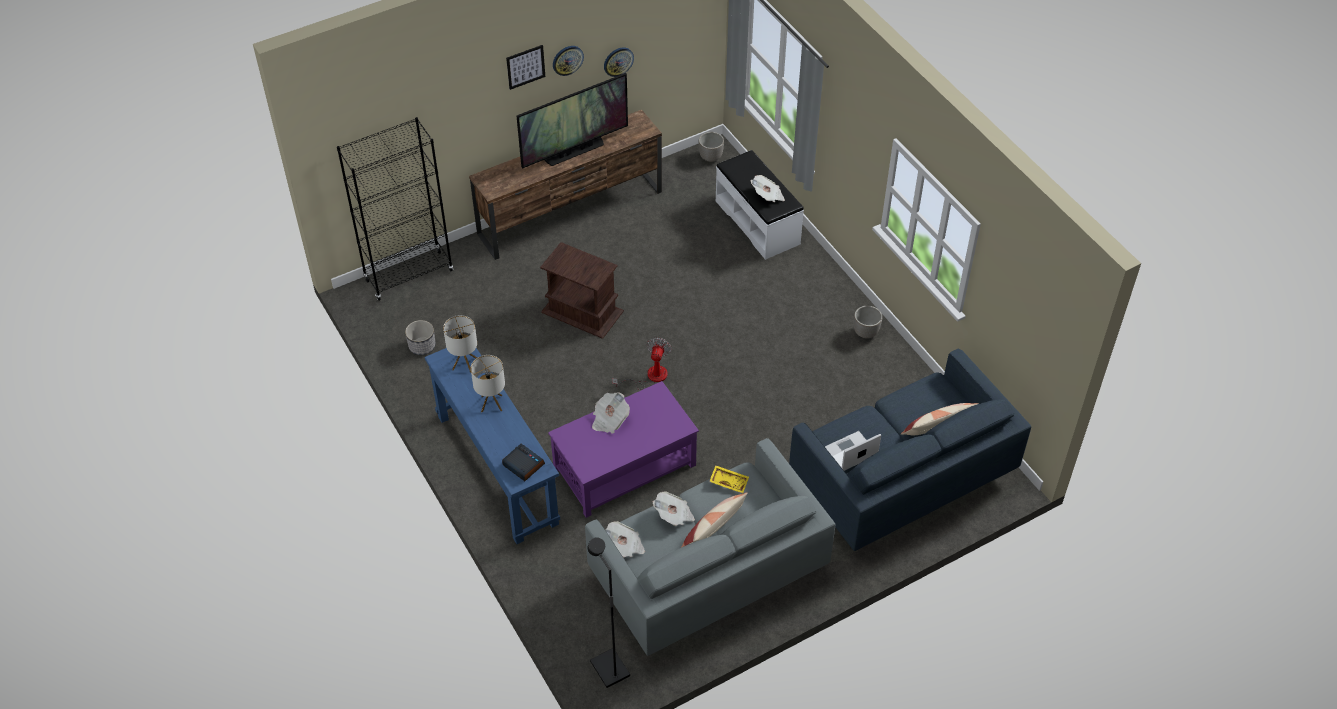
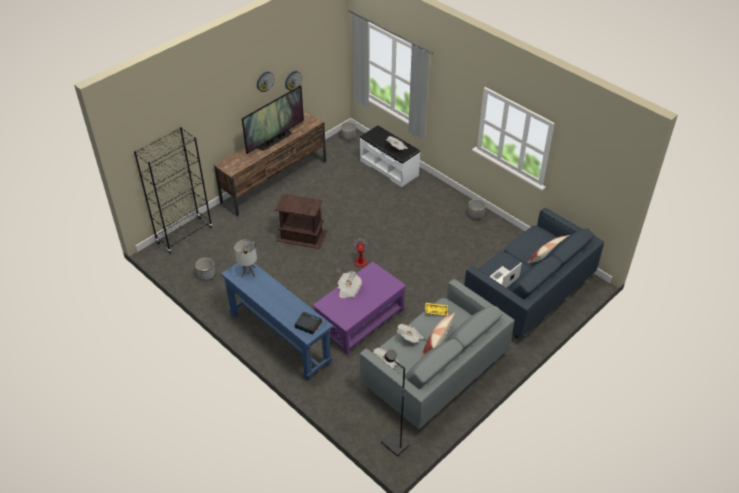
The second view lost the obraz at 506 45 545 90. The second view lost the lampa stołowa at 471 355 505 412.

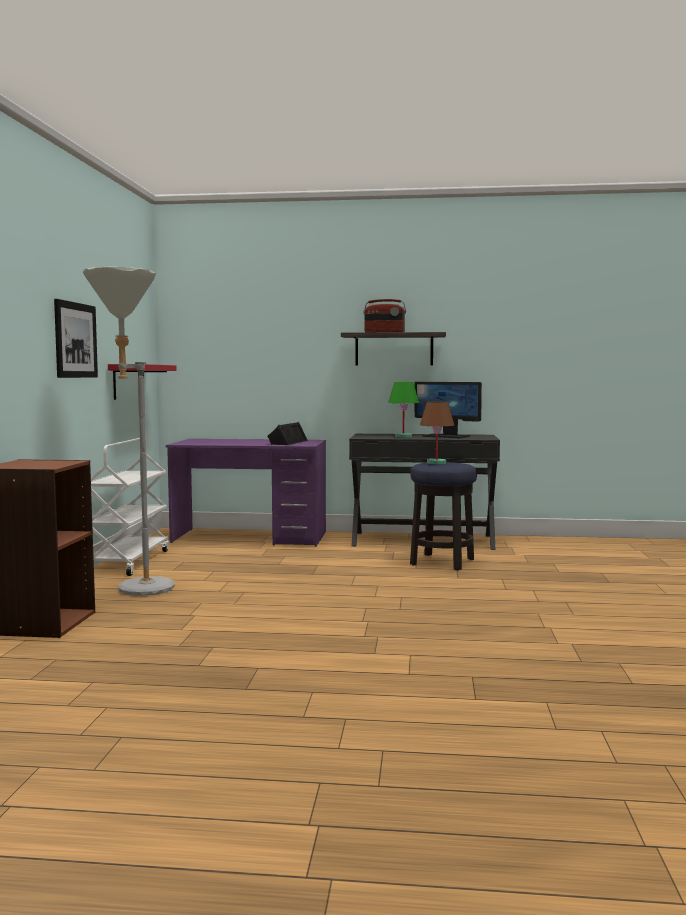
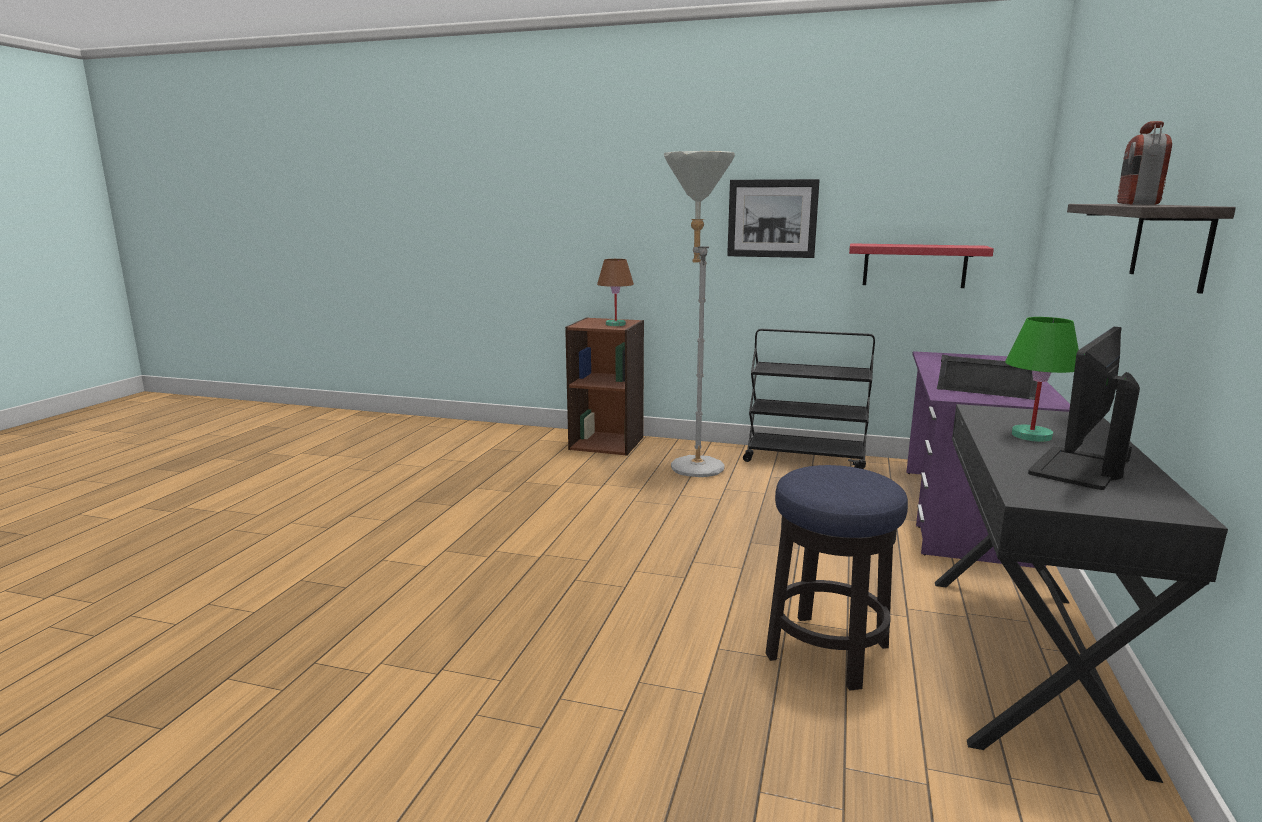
The lampa stołowa/brązowy ended up elsewhere, having gone from 420 402 454 464 to 597 259 634 326. What was the wózek/biały at 91 438 169 576 turned into the wózek/czarny at 743 329 875 469.

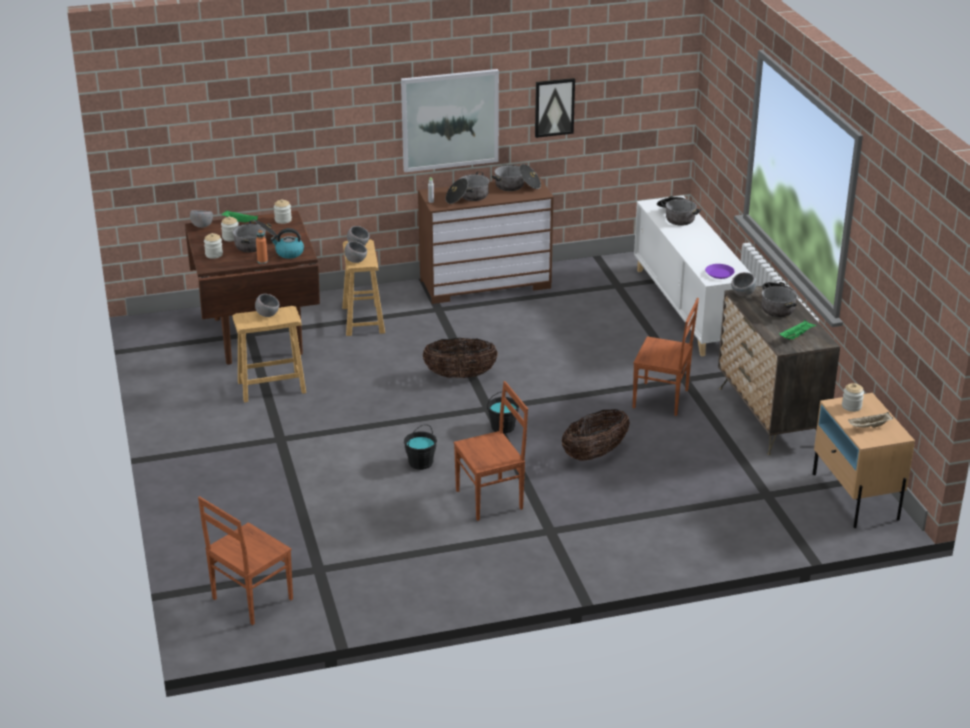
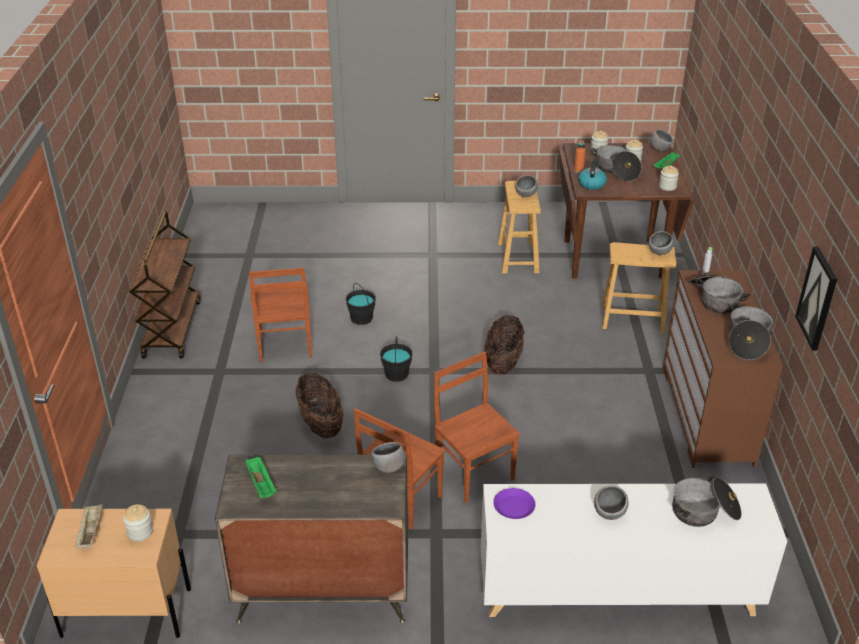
The second view lost the obraz at 401 69 499 172. The miska/szary ended up elsewhere, having gone from 344 241 367 263 to 594 486 629 520. The second view lost the garnek at 762 282 798 317. The krzesło/brązowy ended up elsewhere, having gone from 198 496 293 625 to 434 352 520 503. The second view gained the wózek/brązowy at 129 211 201 359.

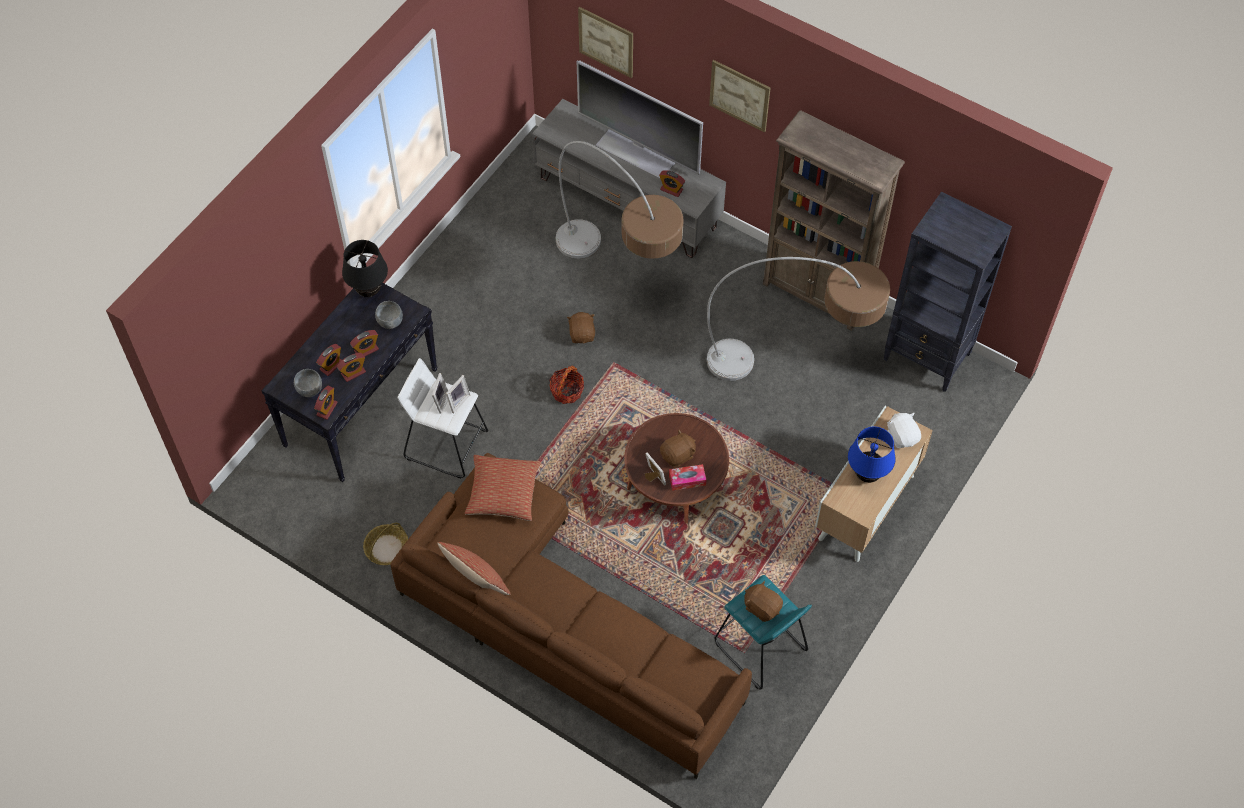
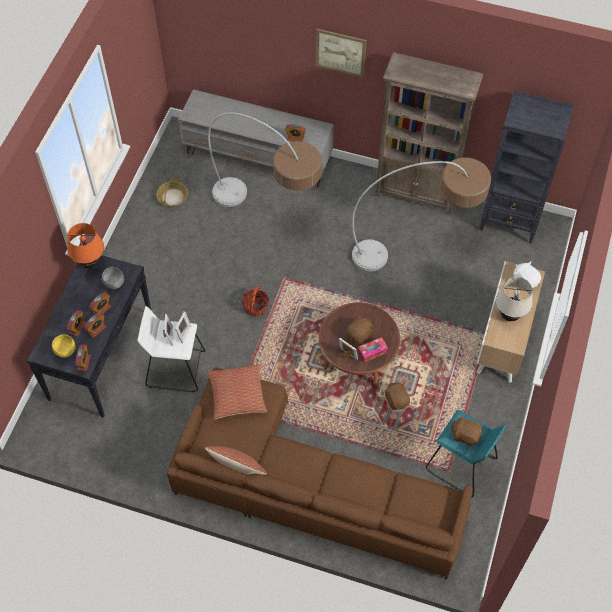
The second view lost the obraz at 578 7 633 78. The second view lost the telewizor at 577 60 703 178. What was the lampa stołowa/czarny at 342 240 388 297 turned into the lampa stołowa/pomarańczowy at 67 223 104 269. The pluszak/brązowy ended up elsewhere, having gone from 567 312 595 343 to 384 383 410 410. What was the miska/szary at 294 369 322 397 turned into the miska/żółty at 52 335 75 358. What was the lampa stołowa/niebieski at 848 427 896 483 turned into the lampa stołowa/beżowy at 496 277 533 321. The koszyk ended up elsewhere, having gone from 363 523 408 565 to 157 176 188 207.

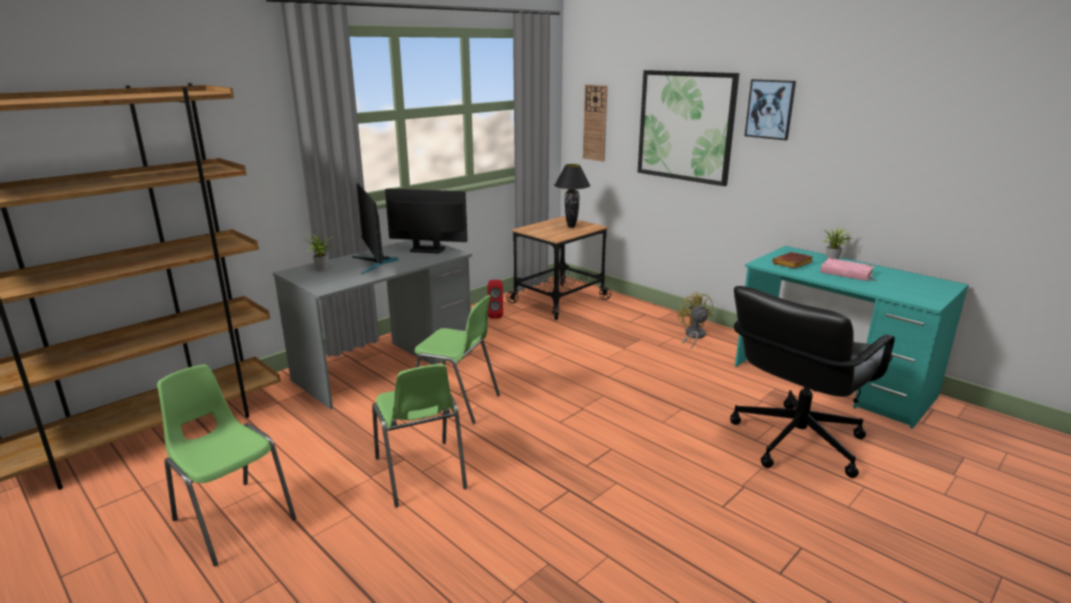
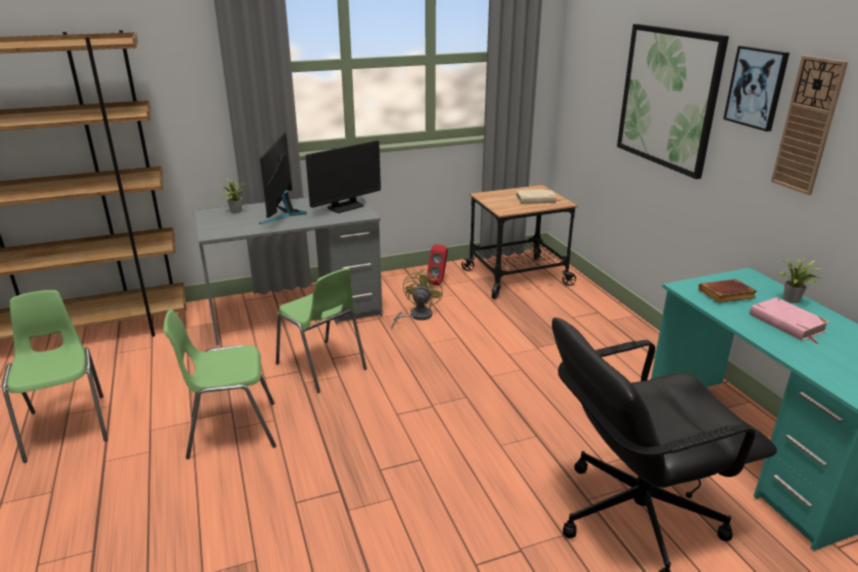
The zegar ścienny ended up elsewhere, having gone from 583 84 608 162 to 771 55 848 195. Where the lampa stołowa/czarny stood at 554 164 591 228, the książka/beżowy came to stand at 515 189 559 204. The monitor at 385 188 468 254 ended up facing another way, 105 degrees clockwise from before. The wentylator/żółty ended up elsewhere, having gone from 677 291 713 349 to 391 269 443 329. The krzesło/zielony at 372 364 467 507 ended up facing another way, 75 degrees clockwise from before.

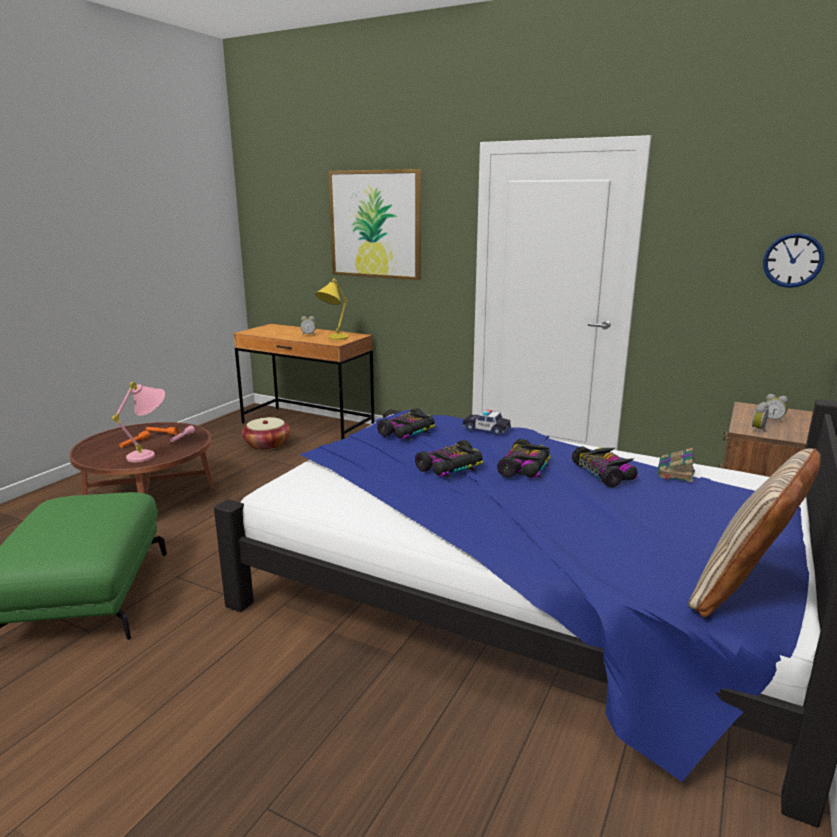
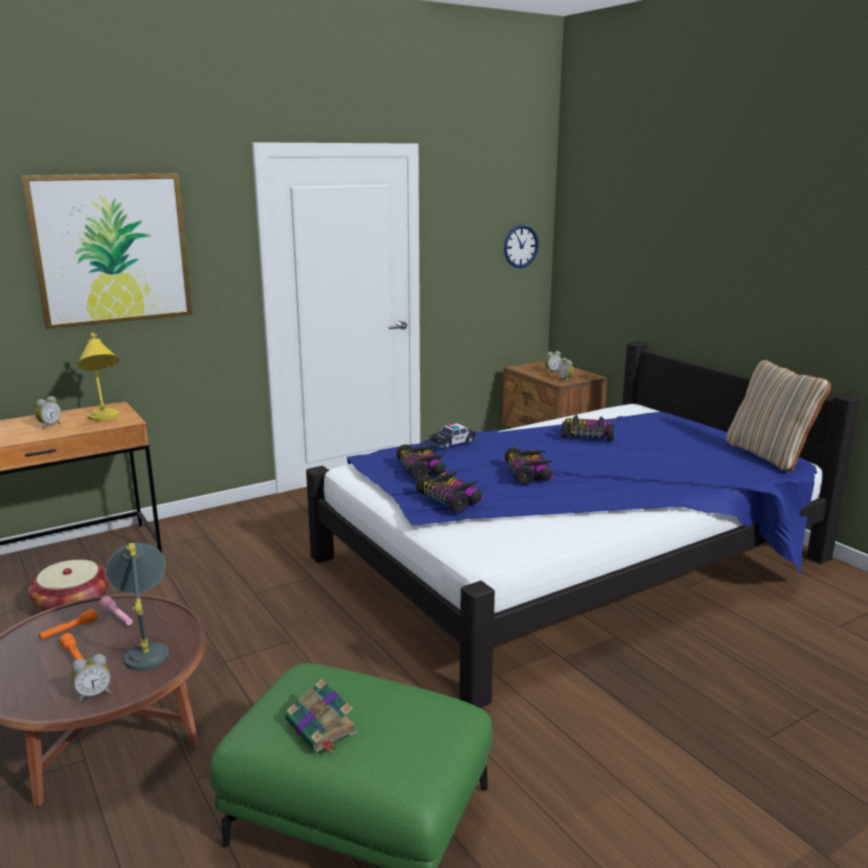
What was the lampa stołowa/różowy at 112 382 165 462 turned into the lampa stołowa/szary at 106 543 169 671. The samochodzik ended up elsewhere, having gone from 497 439 551 478 to 416 472 483 513. The książka ended up elsewhere, having gone from 658 448 695 482 to 285 678 358 753. The second view gained the budzik at 72 654 111 702.

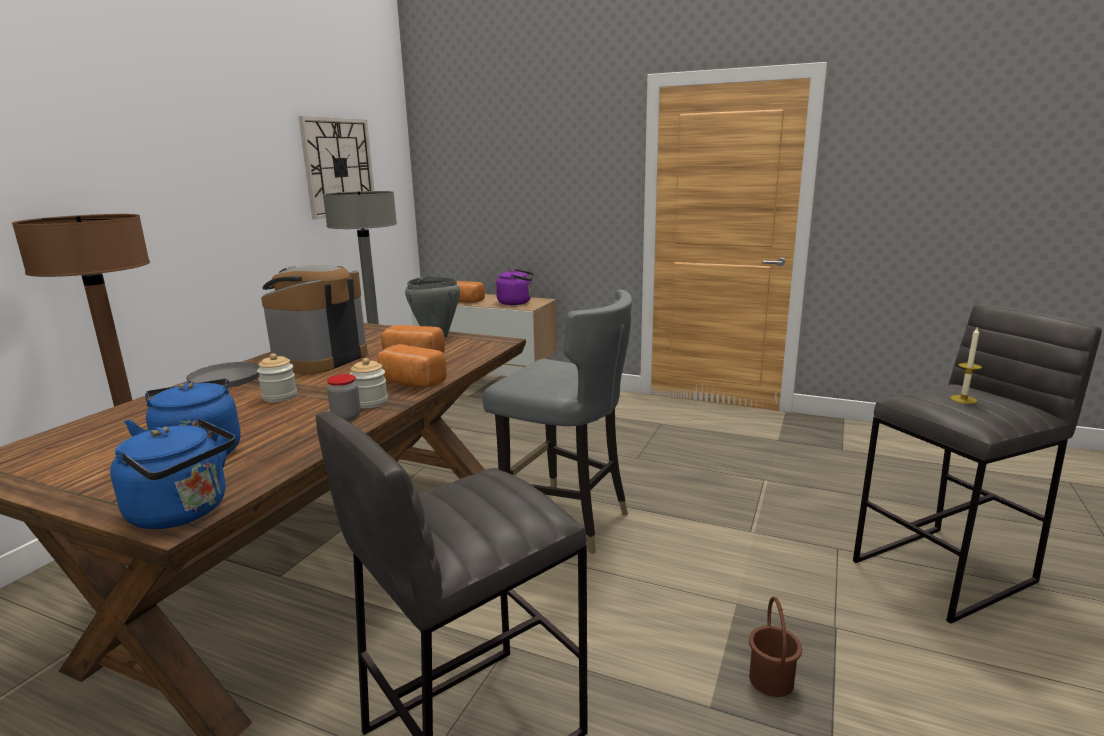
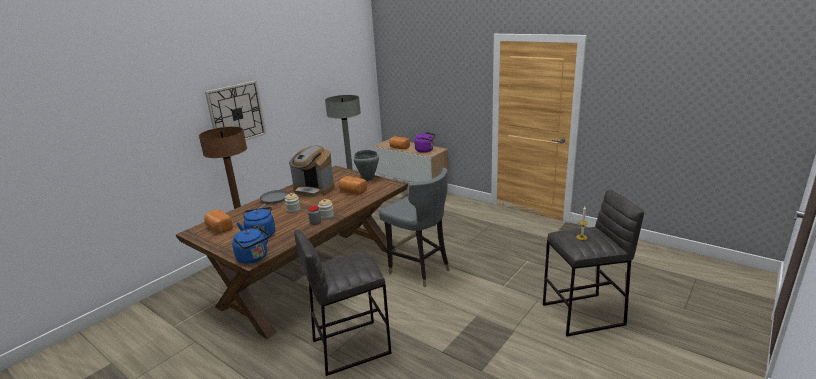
The zegar ścienny ended up elsewhere, having gone from 299 116 374 219 to 205 81 266 141. The ekspres do kawy at 261 265 368 374 ended up facing another way, 105 degrees counterclockwise from before. The chleb ended up elsewhere, having gone from 377 344 447 388 to 204 209 233 233. The second view lost the wiadro/brązowy at 749 597 802 697.

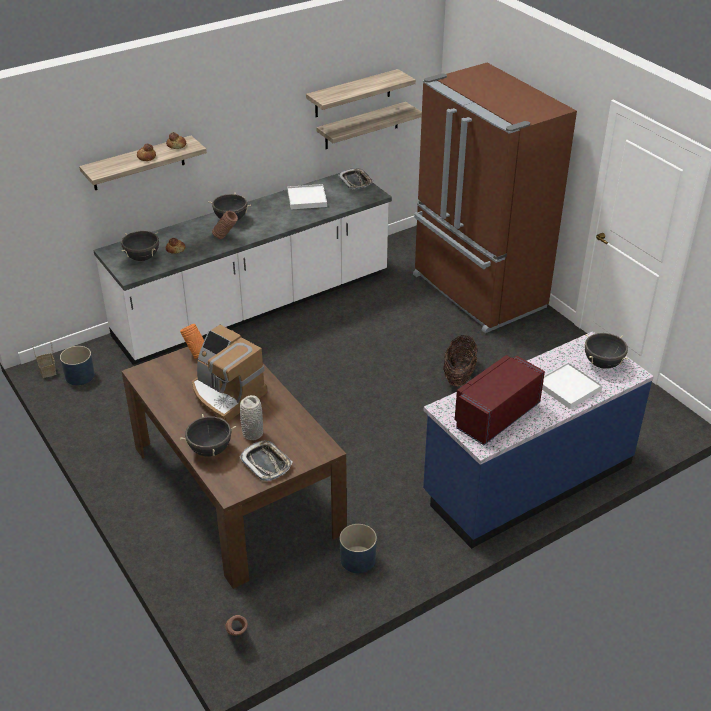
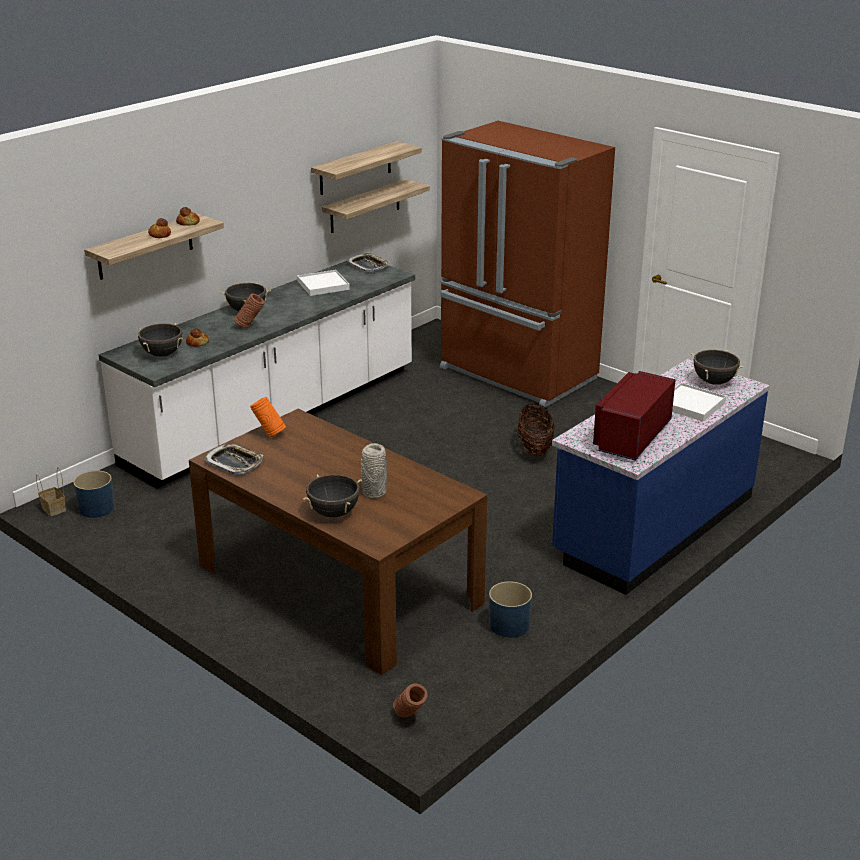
The second view lost the ekspres do kawy at 192 325 267 422. The taca ended up elsewhere, having gone from 240 441 293 481 to 204 443 263 474.

